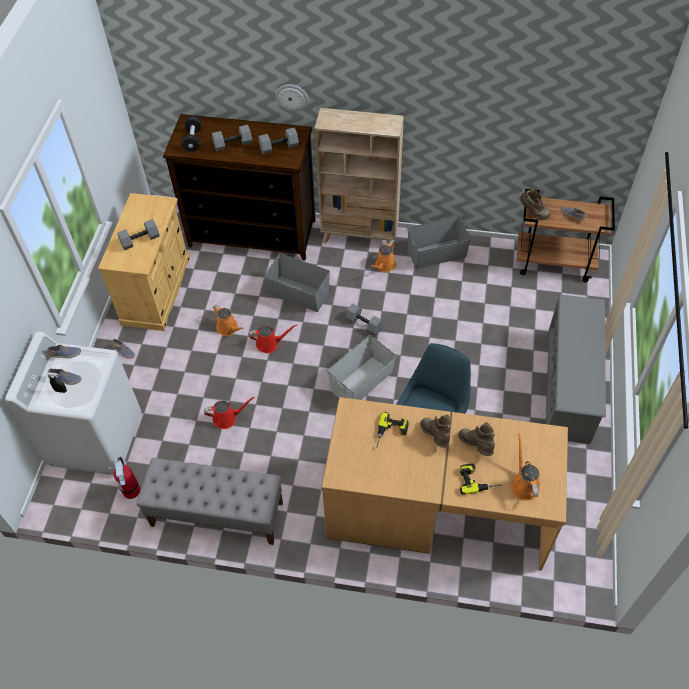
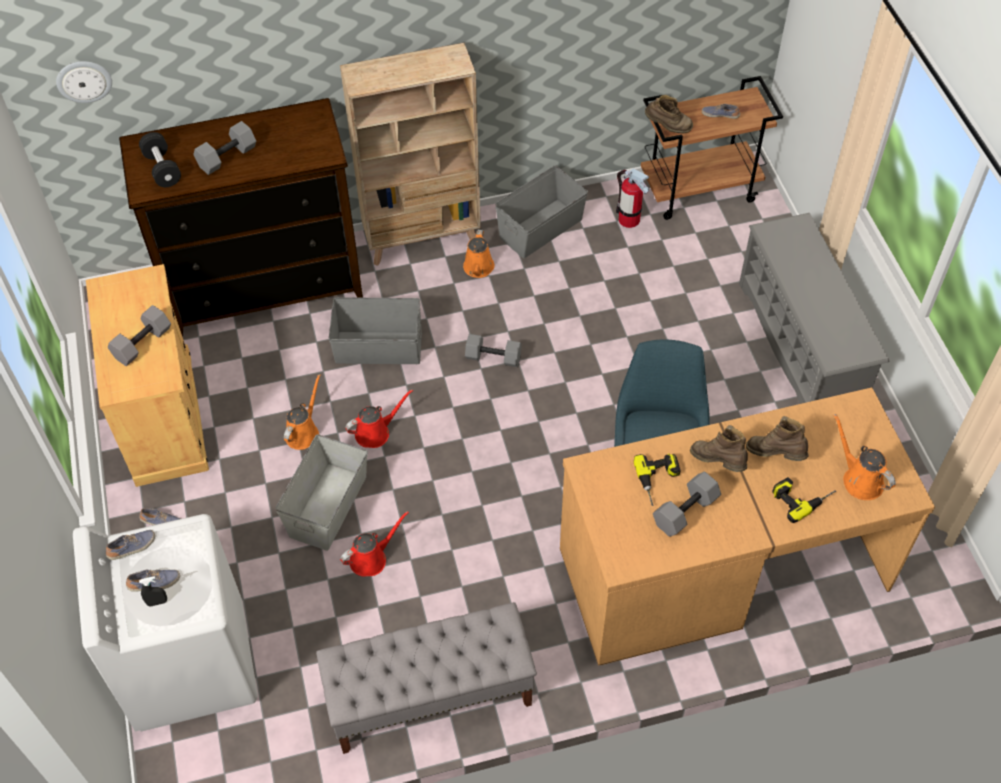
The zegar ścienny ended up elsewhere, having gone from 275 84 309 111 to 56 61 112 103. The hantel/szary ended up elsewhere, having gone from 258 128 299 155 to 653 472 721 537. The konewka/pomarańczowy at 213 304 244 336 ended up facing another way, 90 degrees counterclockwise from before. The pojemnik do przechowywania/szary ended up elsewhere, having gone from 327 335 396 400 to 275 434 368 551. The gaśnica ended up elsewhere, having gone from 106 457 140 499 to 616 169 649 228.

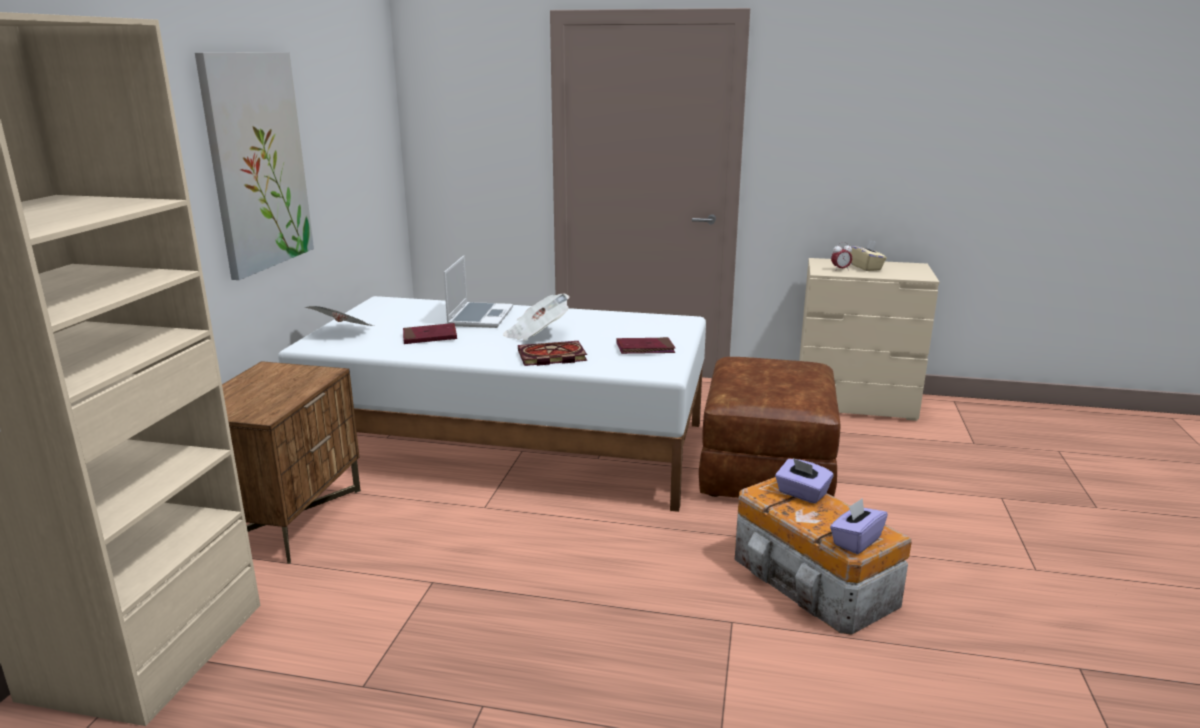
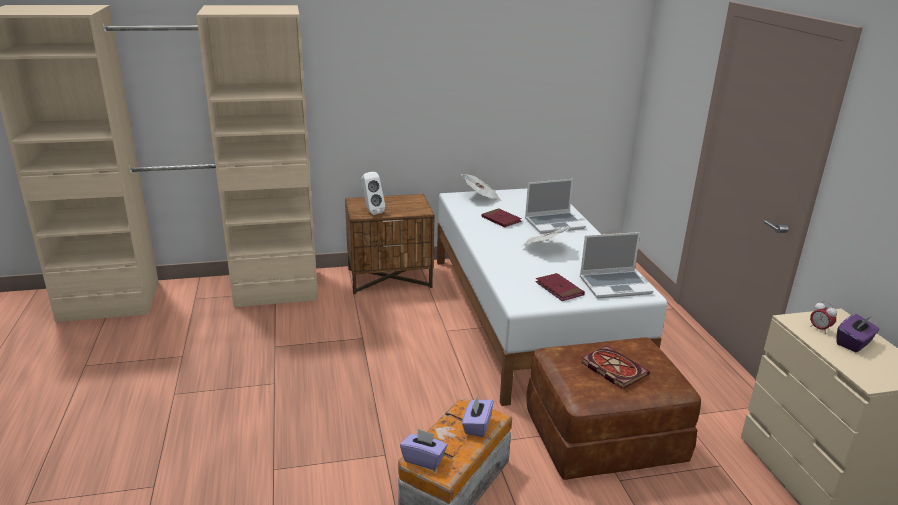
The second view lost the obraz at 195 52 314 280. What was the pudełko chusteczek/beżowy at 850 239 887 271 turned into the pudełko chusteczek/fioletowy at 836 314 880 352. The książka ended up elsewhere, having gone from 518 341 587 366 to 581 345 650 389. The second view gained the głośnik/biały at 361 172 386 215. The second view gained the laptop at 580 232 653 298.

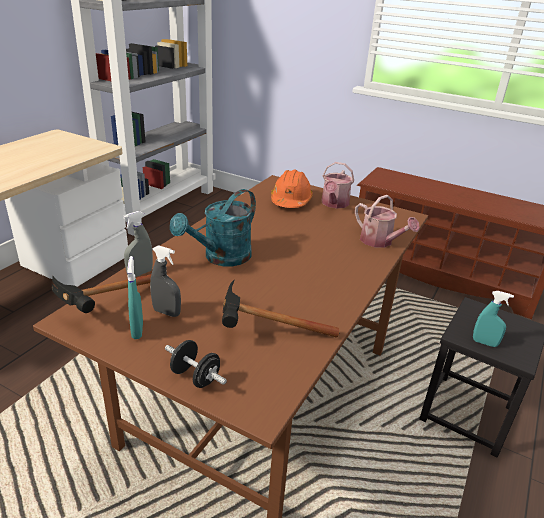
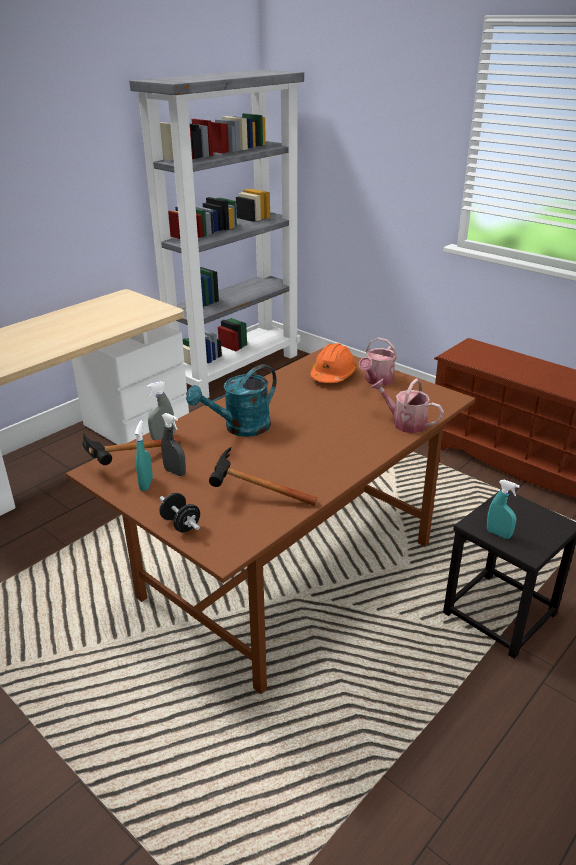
The konewka at 355 195 420 248 ended up facing another way, 150 degrees clockwise from before.

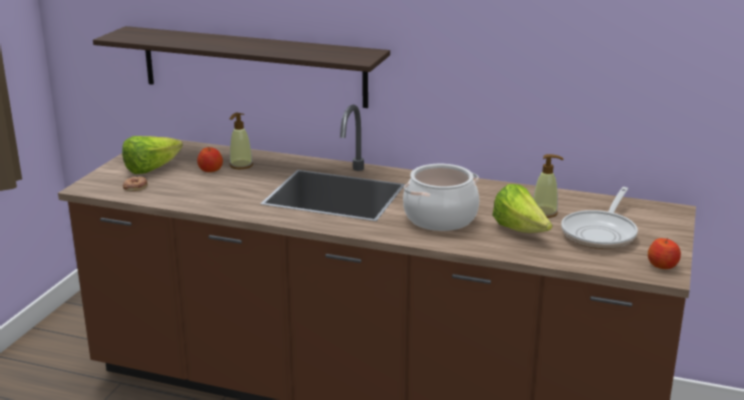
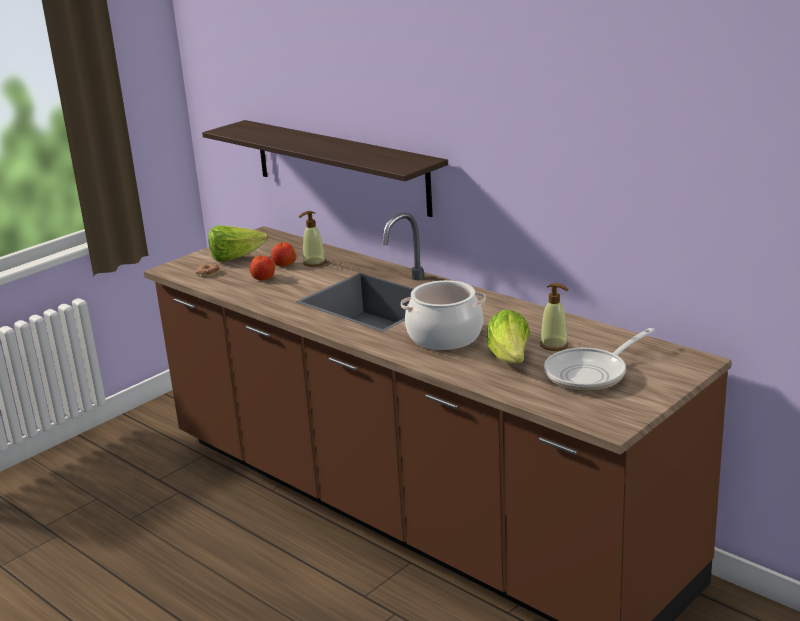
The jabłko ended up elsewhere, having gone from 648 238 681 269 to 250 255 275 280.

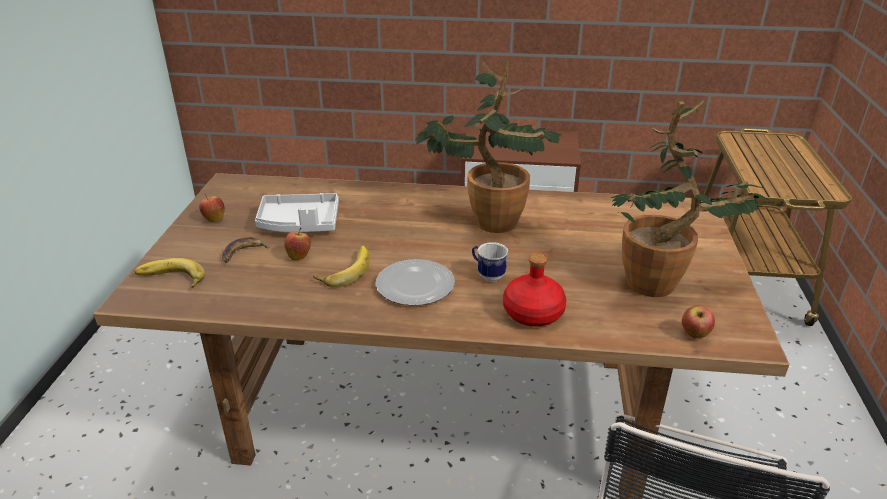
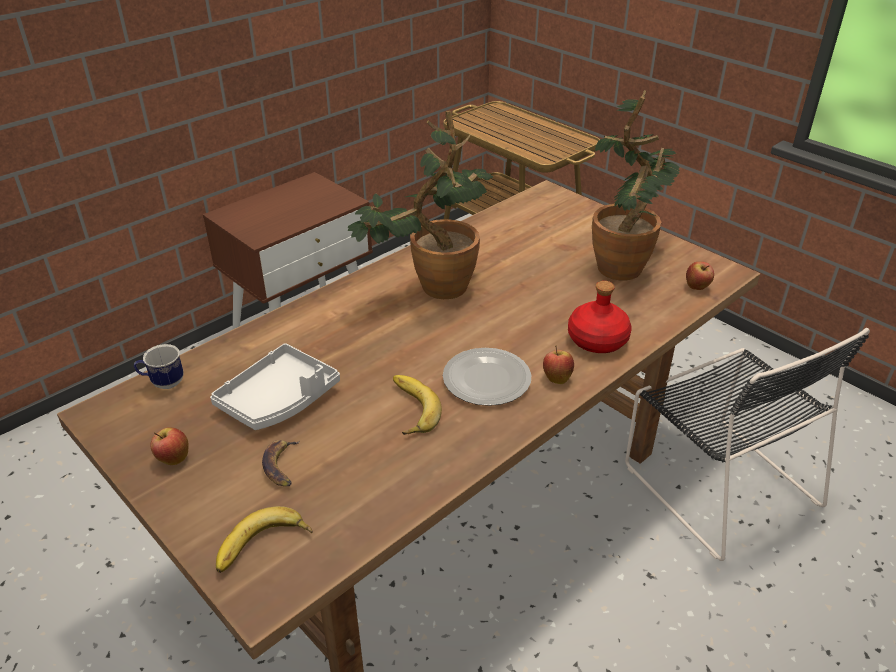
The jabłko ended up elsewhere, having gone from 284 228 311 260 to 543 345 574 384. The kubek ended up elsewhere, having gone from 472 242 508 281 to 134 344 184 389.

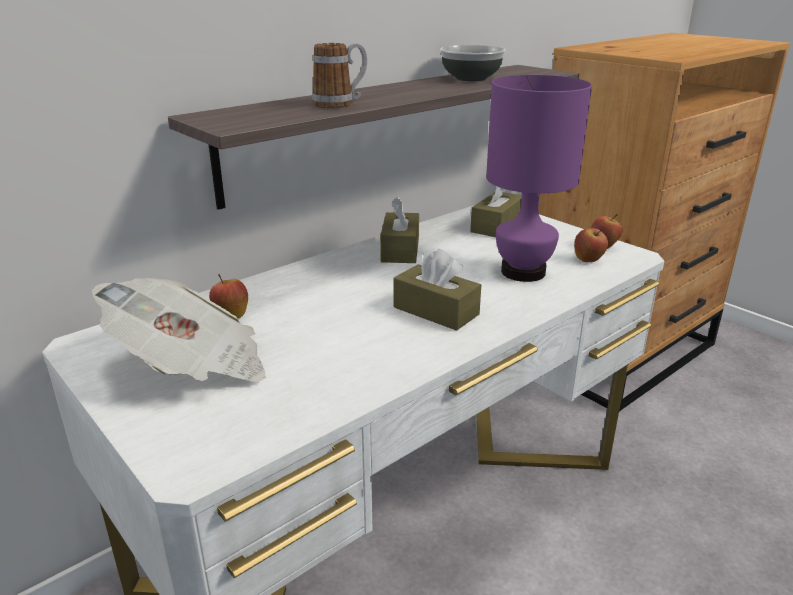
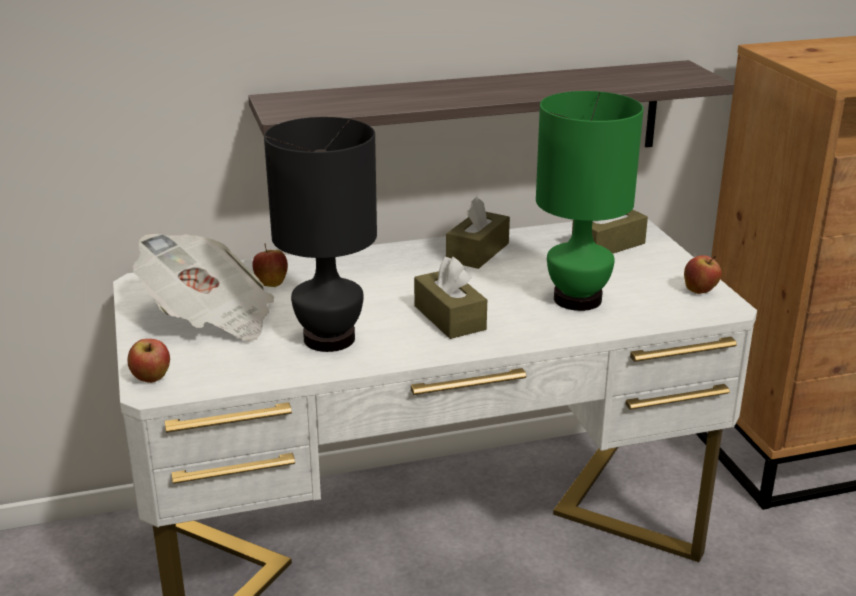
The second view lost the kubek at 312 43 367 108. The second view lost the miska at 440 45 506 81. What was the lampa stołowa/fioletowy at 486 75 592 282 turned into the lampa stołowa/zielony at 536 91 644 311. The jabłko ended up elsewhere, having gone from 574 228 608 262 to 127 339 170 383. The second view gained the lampa stołowa/czarny at 264 117 377 352.

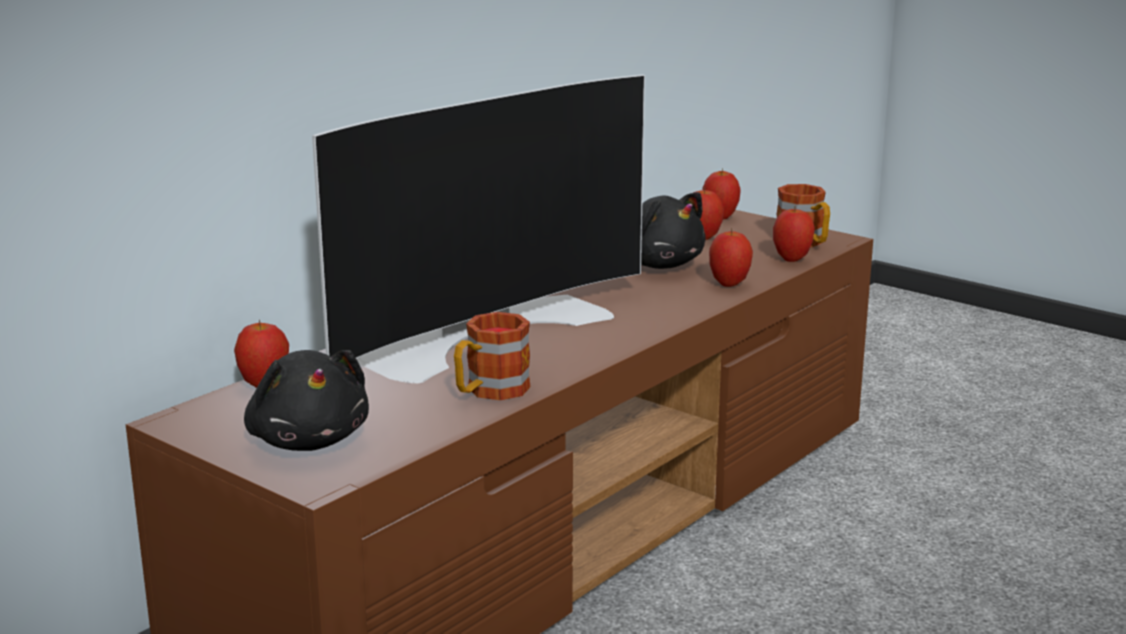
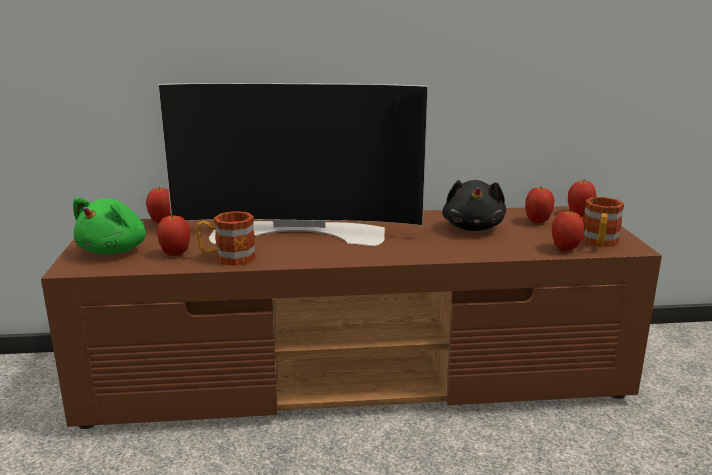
The jabłko ended up elsewhere, having gone from 709 228 753 287 to 157 213 190 256. What was the pluszak/czarny at 244 350 369 451 turned into the pluszak/zielony at 73 197 146 254.

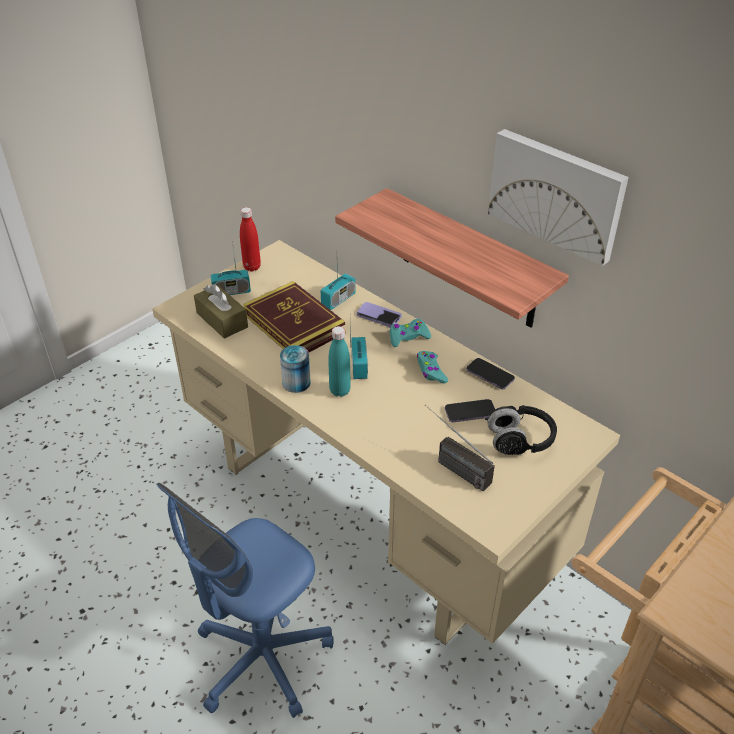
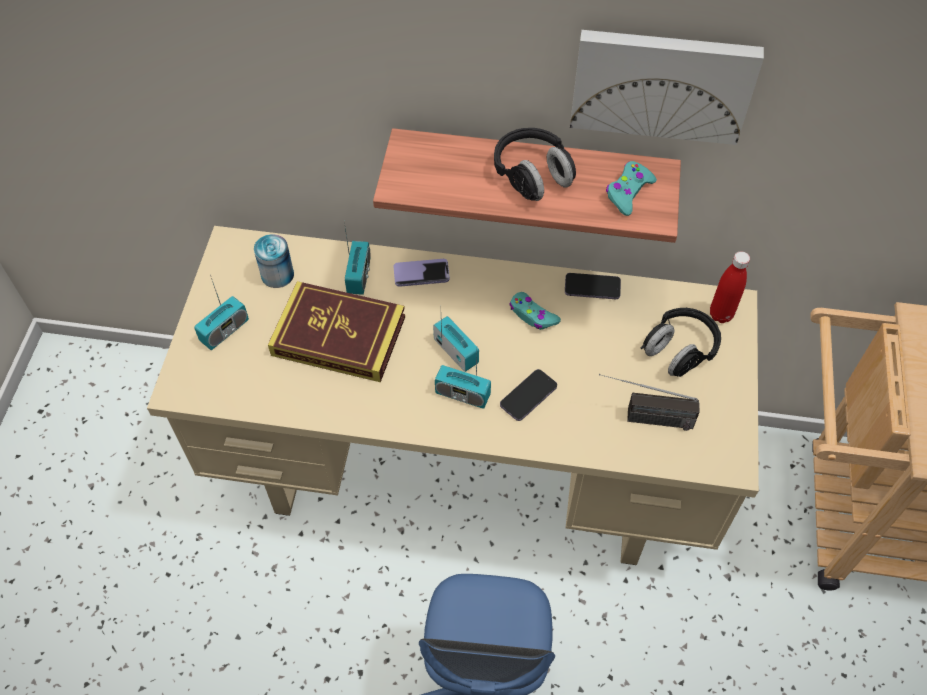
The butelka/czerwony ended up elsewhere, having gone from 240 207 261 272 to 710 251 750 323. The second view lost the pudełko chusteczek/brązowy at 194 284 248 339. The pad do gier/turkusowy ended up elsewhere, having gone from 389 319 431 347 to 606 161 657 216. Where the butelka/turkusowy stood at 328 326 351 397, the radio came to stand at 435 357 491 409. The puszka ended up elsewhere, having gone from 280 345 311 393 to 254 234 294 288. The telefon ended up elsewhere, having gone from 445 399 495 422 to 500 369 557 421. The second view gained the słuchawki/czarny at 494 128 576 201.

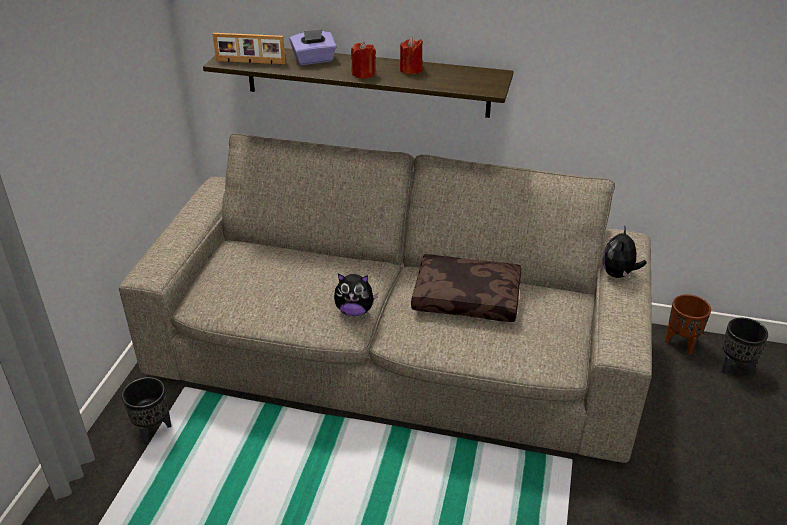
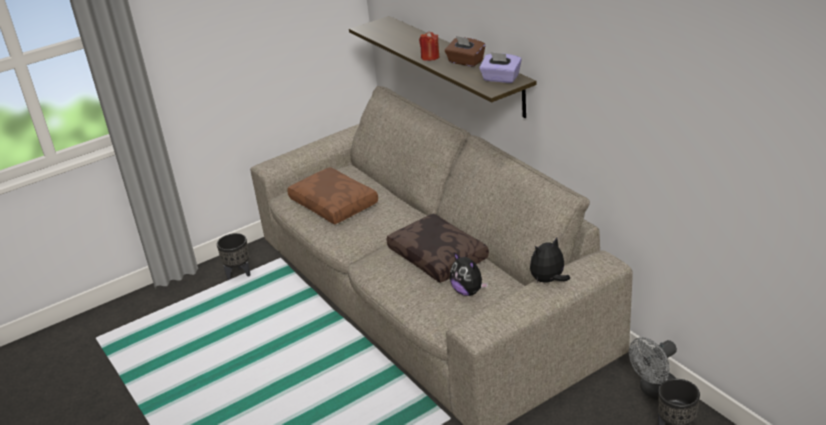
The pudełko chusteczek/fioletowy ended up elsewhere, having gone from 290 30 336 65 to 479 52 522 83. The second view lost the ramka na zdjęcie at 213 33 286 64. Where the świeca/czerwony stood at 400 37 423 74, the pudełko chusteczek/brązowy came to stand at 445 36 486 67. The pluszak ended up elsewhere, having gone from 334 274 378 316 to 450 252 488 296. Where the donica/brązowy stood at 665 294 711 354, the wentylator/szary came to stand at 629 337 677 400. The second view gained the poduszka/brązowy at 287 167 378 224.

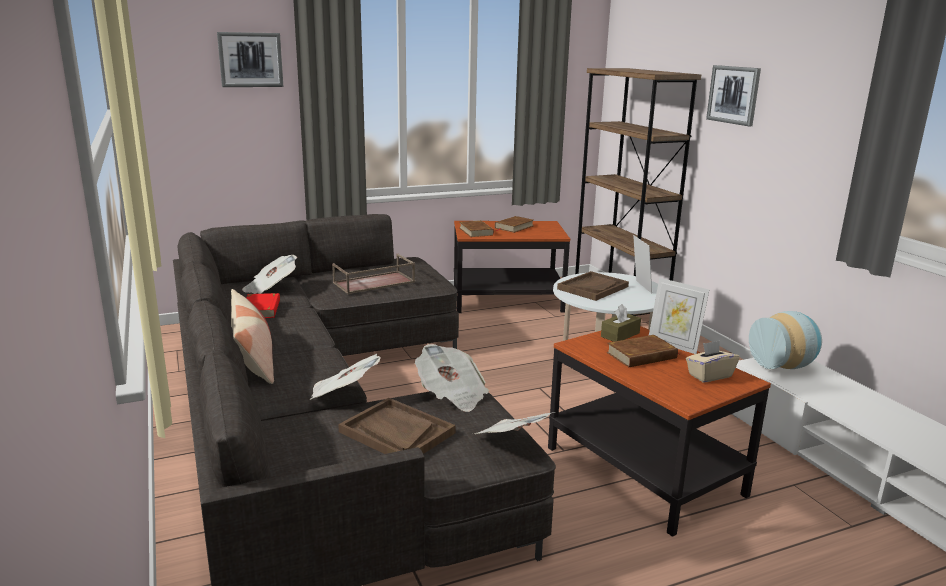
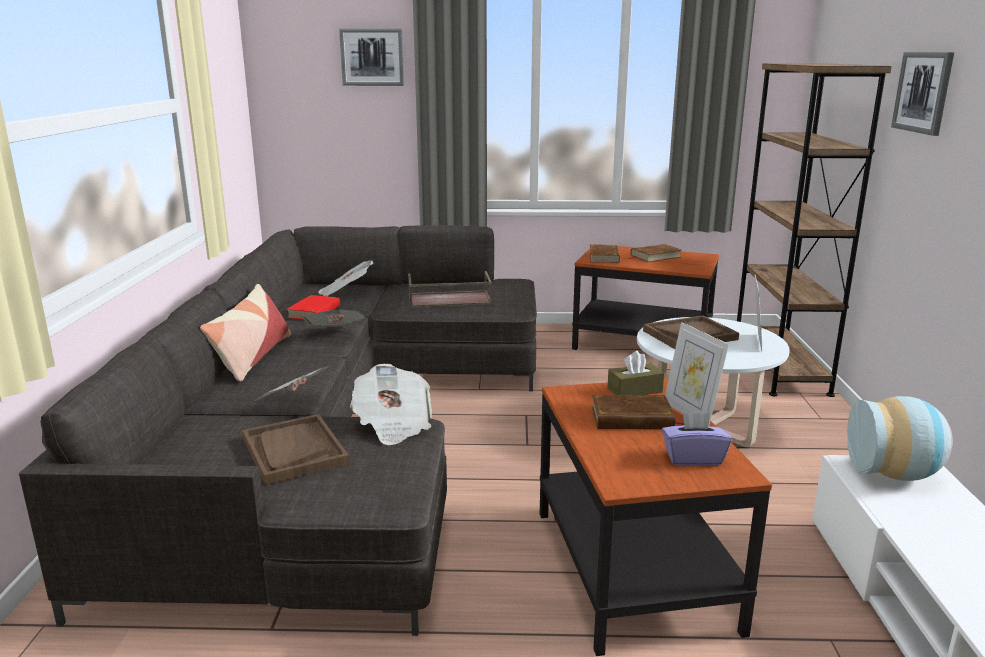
What was the pudełko chusteczek/beżowy at 686 341 739 383 turned into the pudełko chusteczek/fioletowy at 662 412 732 465. The gazeta ended up elsewhere, having gone from 474 412 555 434 to 301 309 366 325.

